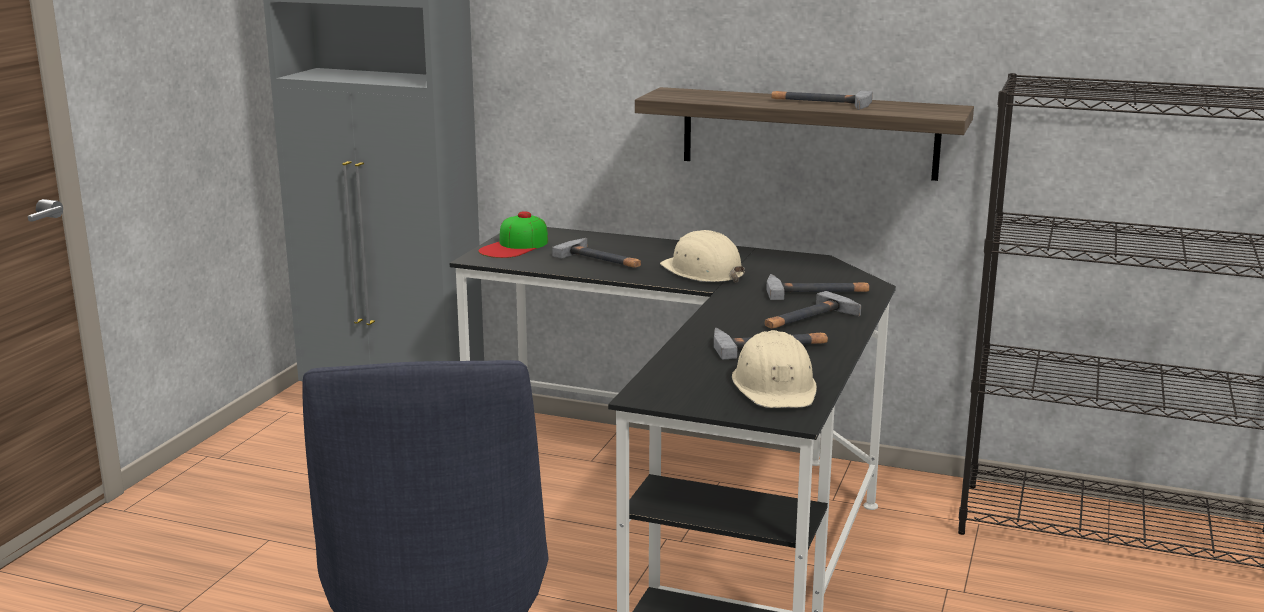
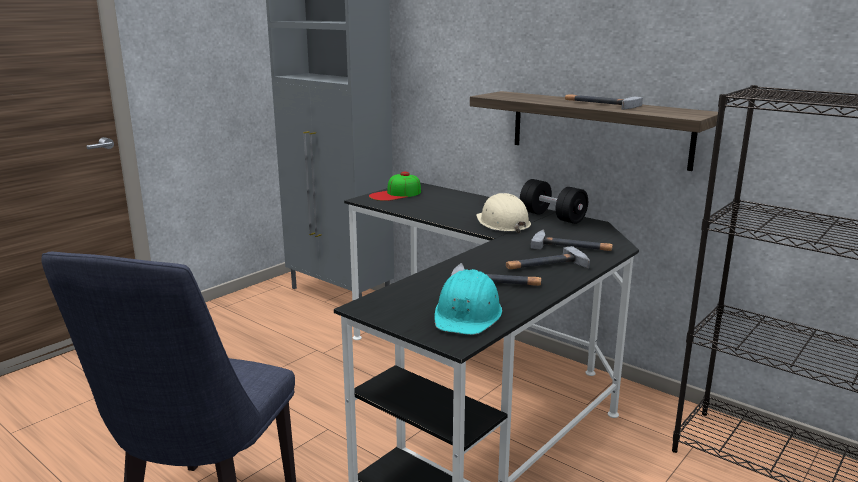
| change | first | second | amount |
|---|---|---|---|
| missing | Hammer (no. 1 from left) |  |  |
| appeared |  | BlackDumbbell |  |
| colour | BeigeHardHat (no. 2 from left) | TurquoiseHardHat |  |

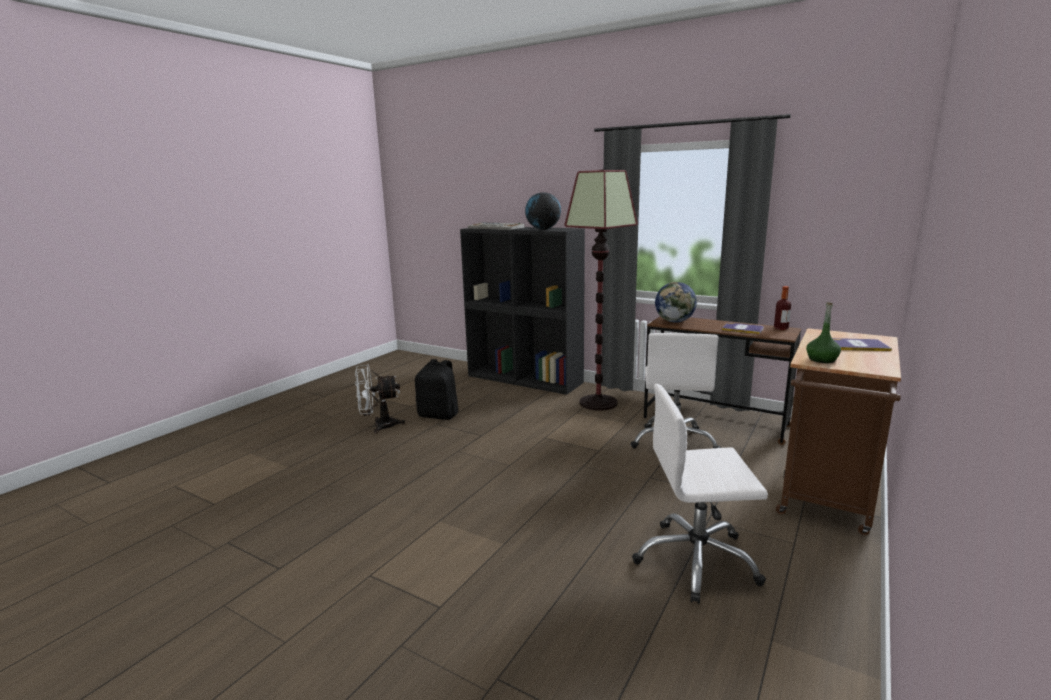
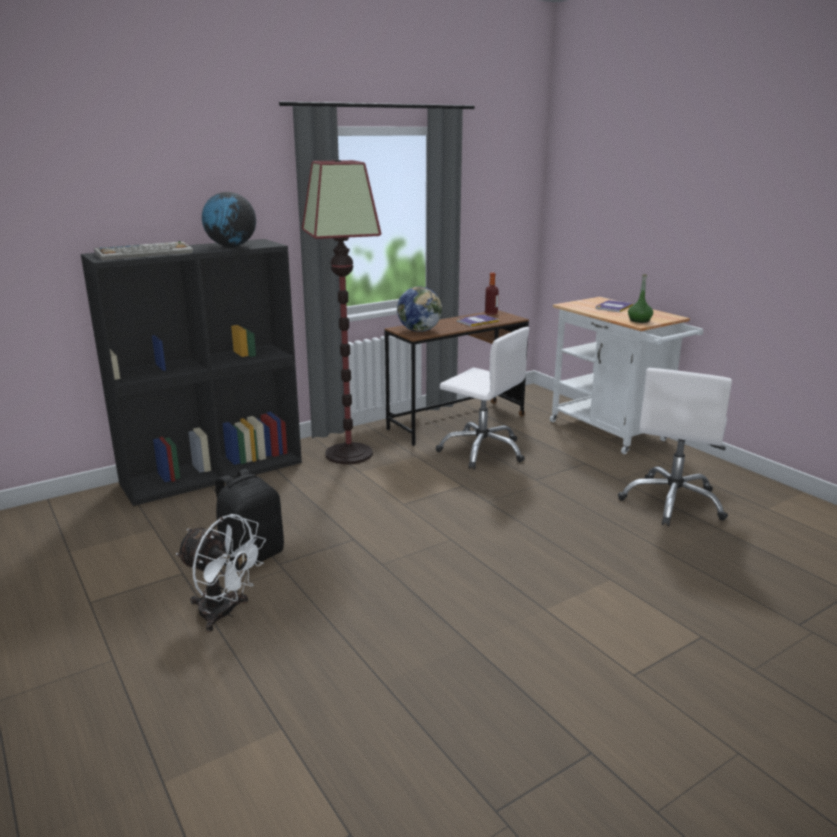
| change | first | second | amount |
|---|---|---|---|
| colour | BrownCart | WhiteCart |  |
| spun | WhiteFan |  | 75 degrees counterclockwise |

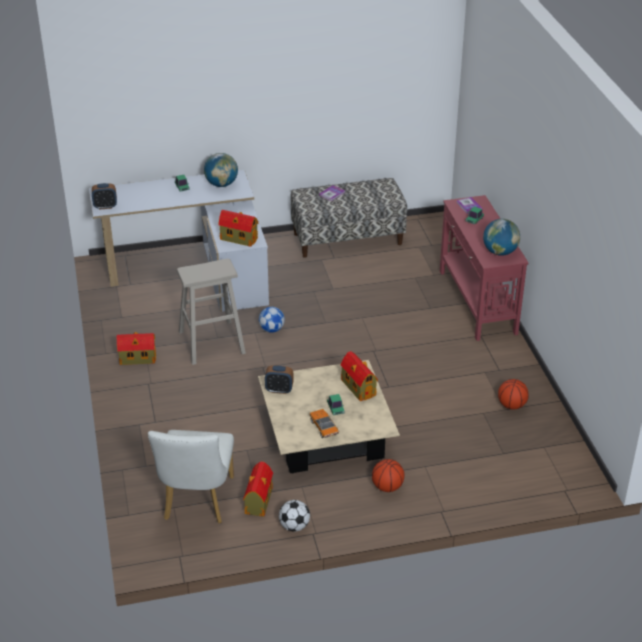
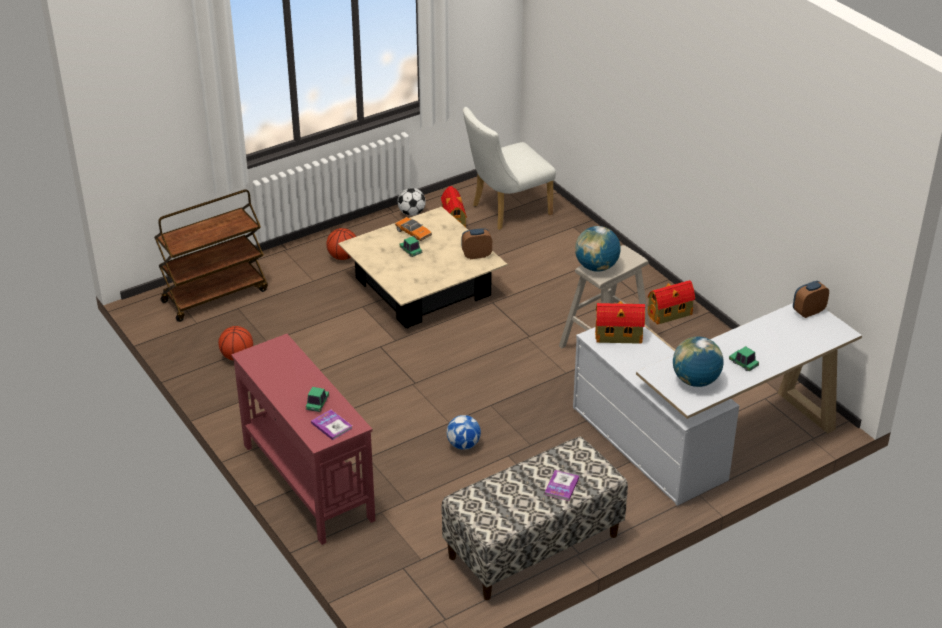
| change | first | second | amount |
|---|---|---|---|
| missing | ToyHouse (no. 4 from left) |  |  |
| appeared |  | BrownCart |  |
| relocated | Football (no. 1 from left in the first image) | Football (no. 2 from left) |  |
| relocated | Globe (no. 2 from left in the first image) | Globe (no. 1 from left) |  |
| spun | WhiteChair |  | 105 degrees counterclockwise |

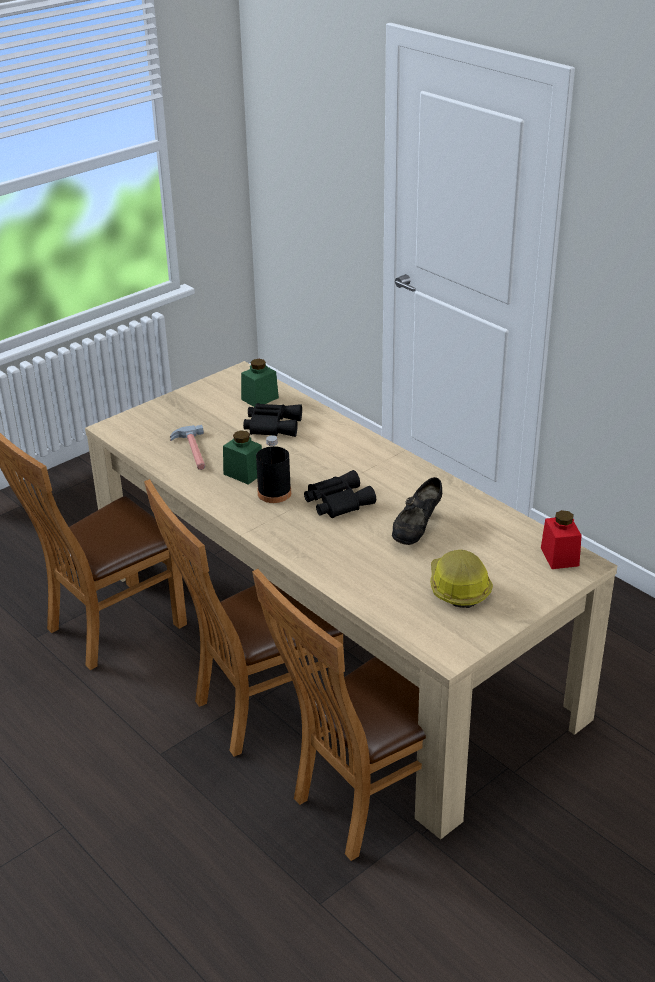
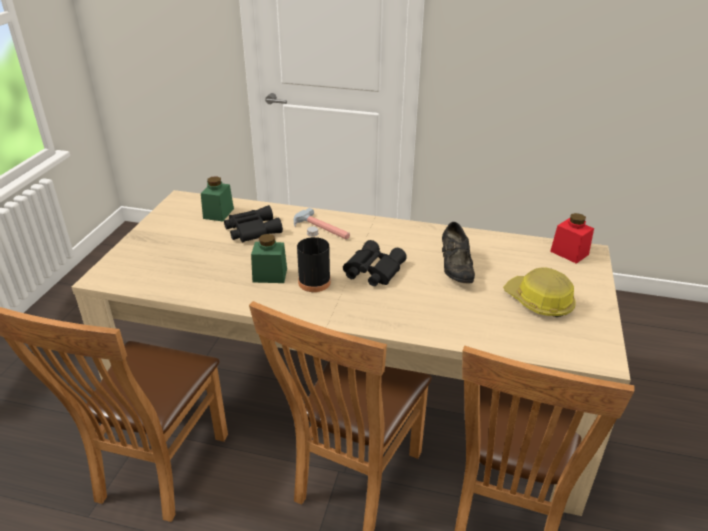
| change | first | second | amount |
|---|---|---|---|
| relocated | Hammer |  |  |

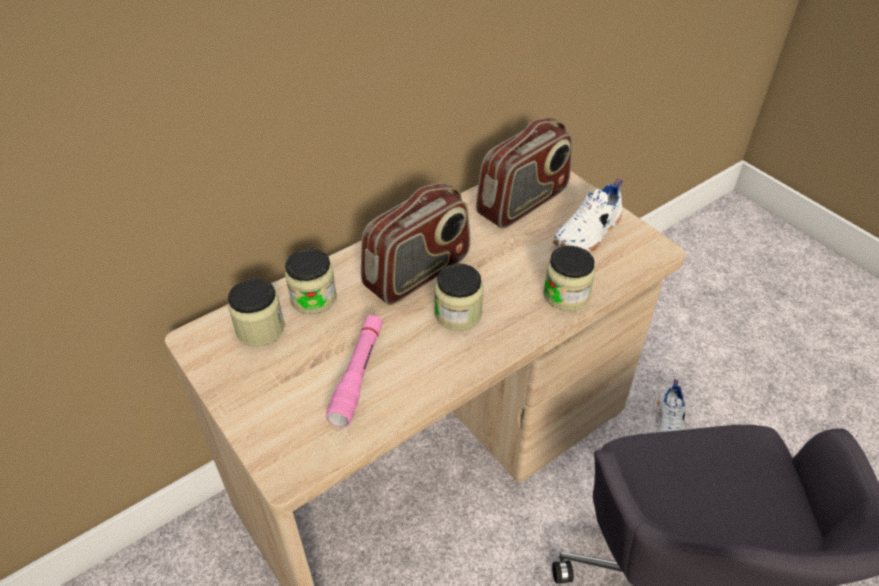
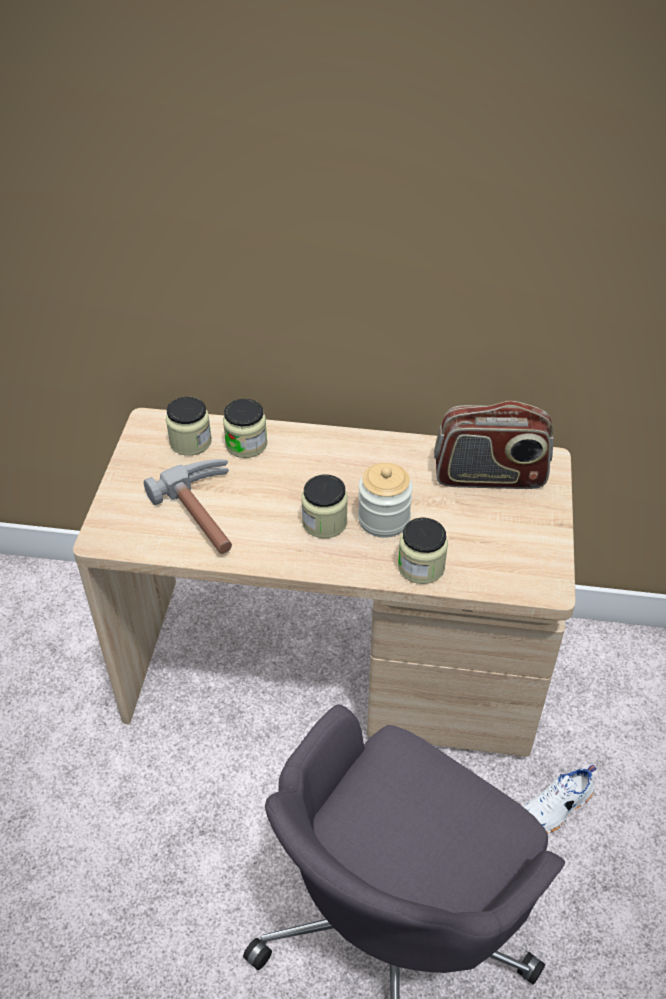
| change | first | second | amount |
|---|---|---|---|
| missing | Radio (no. 1 from left) |  |  |
| missing | WhiteShoe (no. 1 from left) |  |  |
| appeared |  | Jar (no. 4 from left) |  |
| exchanged | PinkFlashlight | Hammer |  |

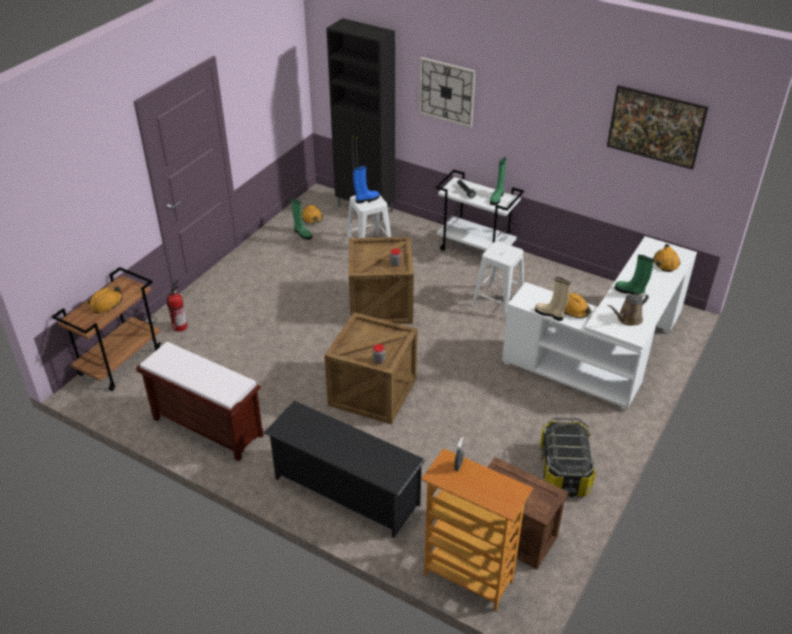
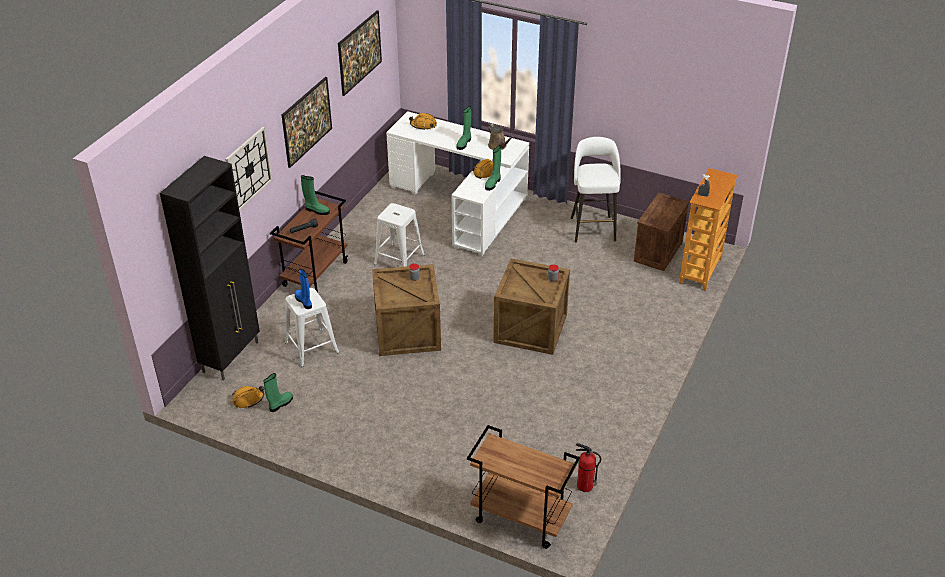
| change | first | second | amount |
|---|---|---|---|
| missing | OrangeHardHat (no. 1 from left) |  |  |
| missing | BrownBench |  |  |
| missing | BlackShoeRack |  |  |
| appeared |  | Picture (no. 1 from left) |  |
| relocated | FireExtinguisher |  |  |
| exchanged | StorageBox | WhiteStool (no. 3 from left) |  |
| colour | WhiteCart | BrownCart (no. 1 from left) |  |
| colour | BeigeBoot | GreenBoot (no. 4 from left) |  |

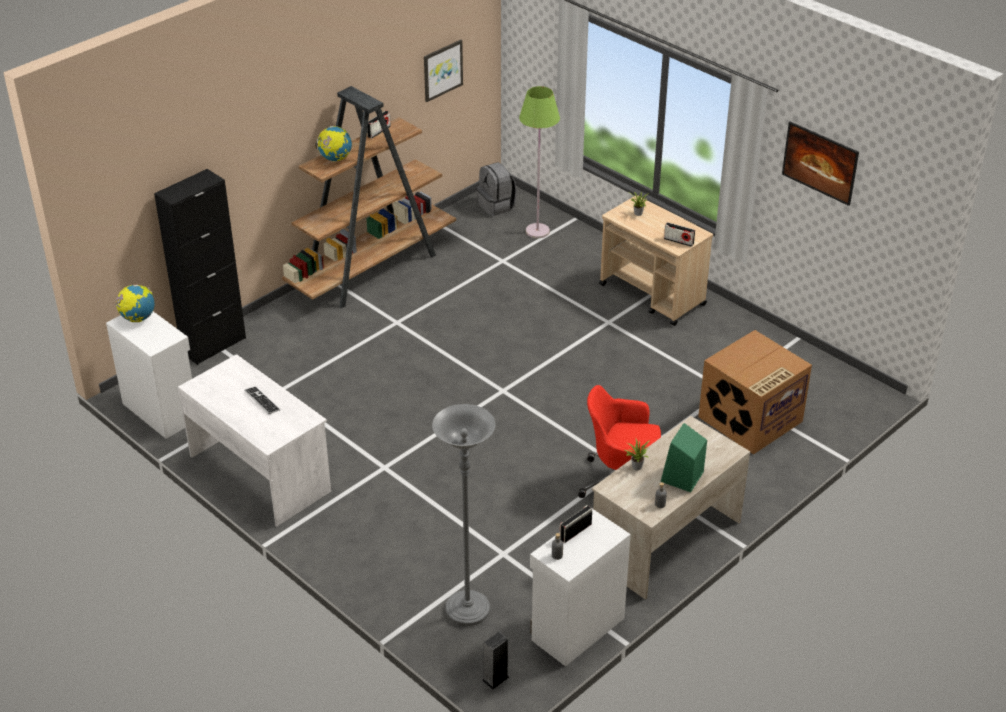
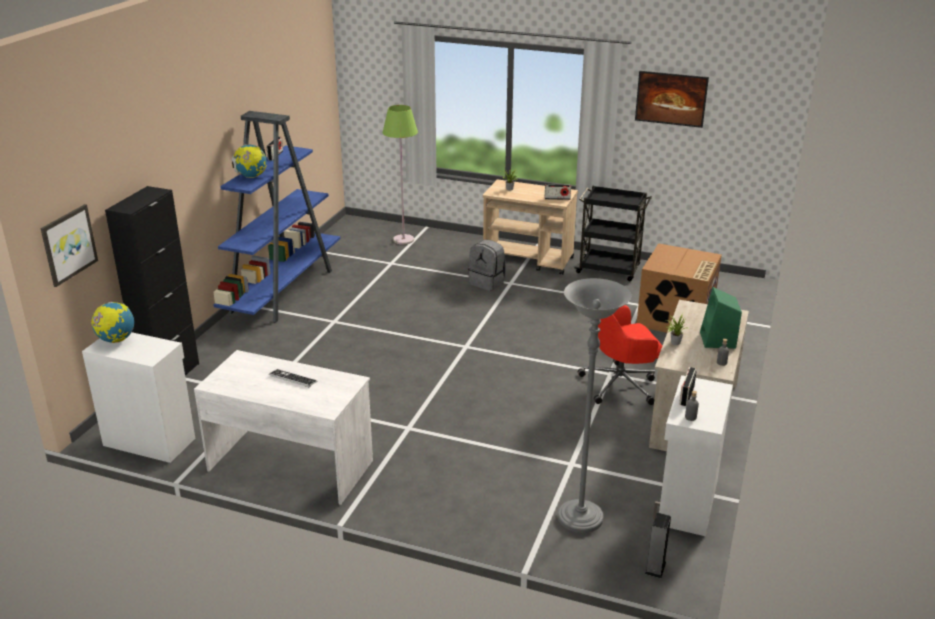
| change | first | second | amount |
|---|---|---|---|
| appeared |  | BlackCart |  |
| relocated | Picture (no. 1 from left) |  |  |
| relocated | GreyBackpack |  |  |
| colour | BrownBookcase | BlueBookcase |  |

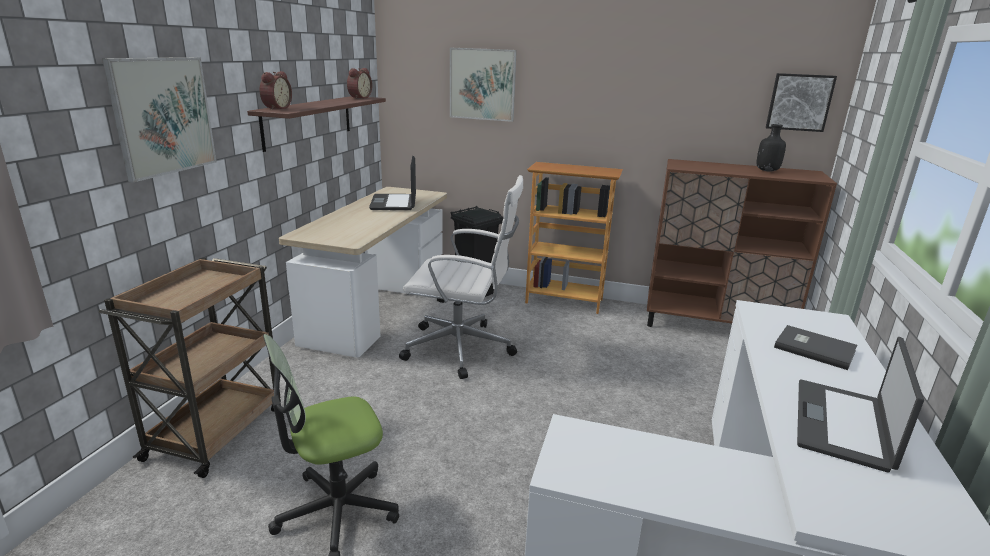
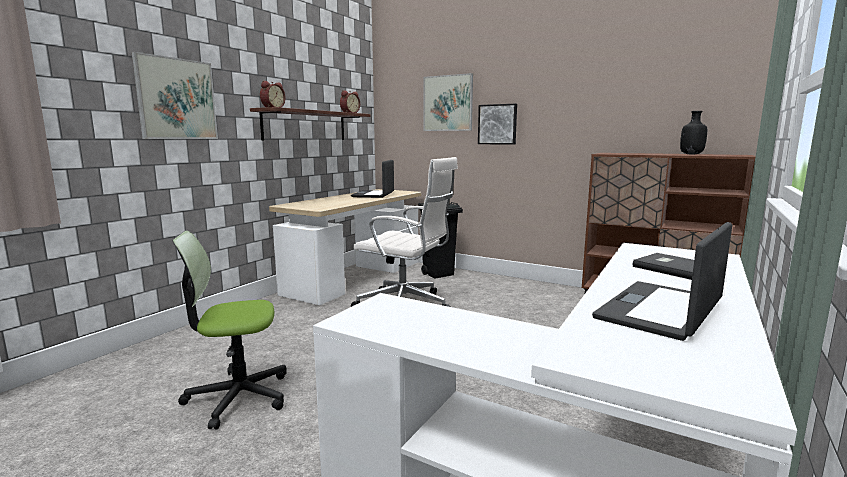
| change | first | second | amount |
|---|---|---|---|
| missing | BrownCart |  |  |
| missing | Bookcase |  |  |
| relocated | Picture (no. 3 from left) |  |  |

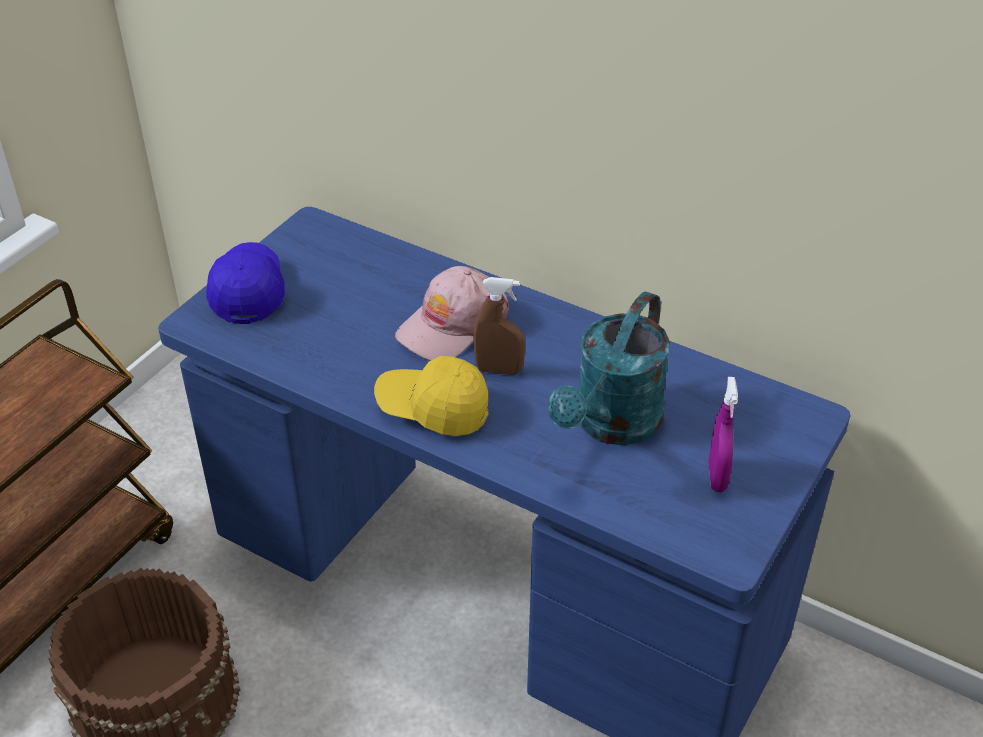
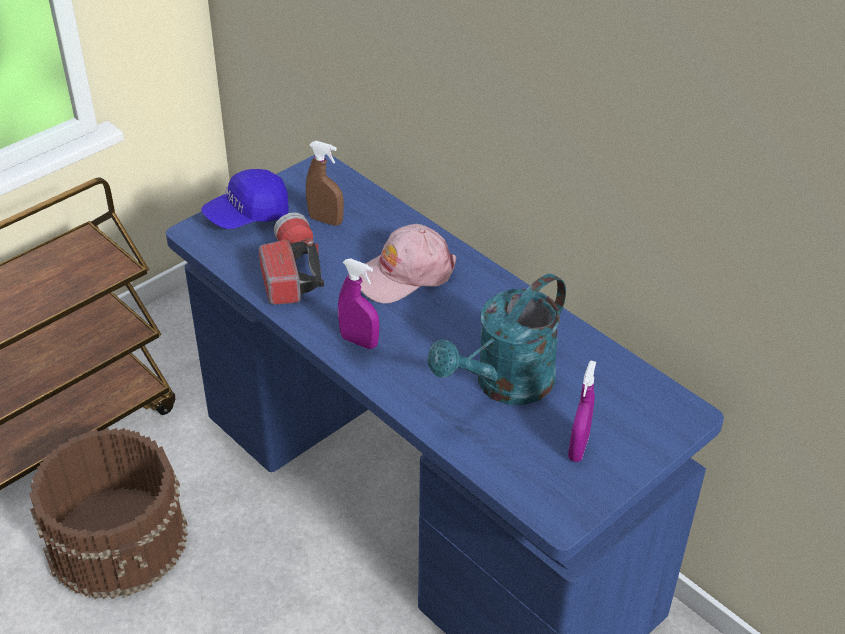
| change | first | second | amount |
|---|---|---|---|
| appeared |  | Flashlight |  |
| relocated | BrownSprayBottle |  |  |
| exchanged | YellowCap | PurpleSprayBottle (no. 1 from left) |  |
| spun | BlueCap |  | 135 degrees counterclockwise |

